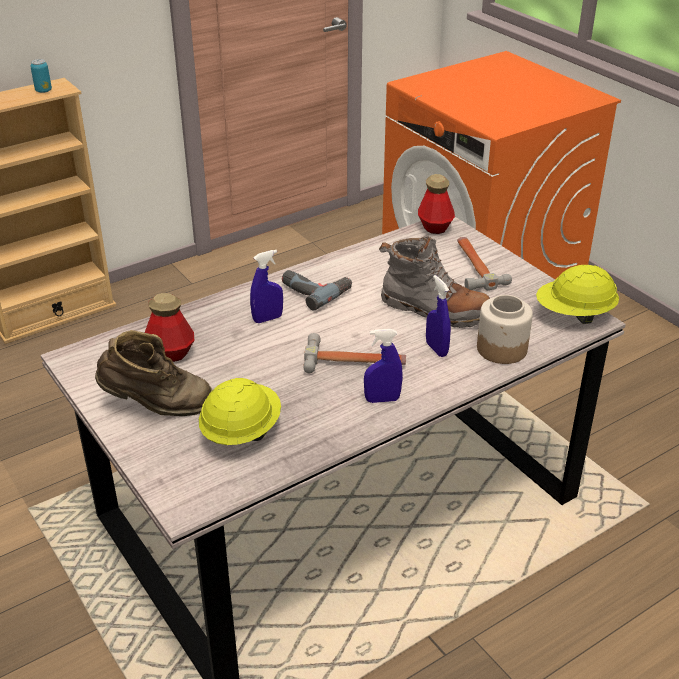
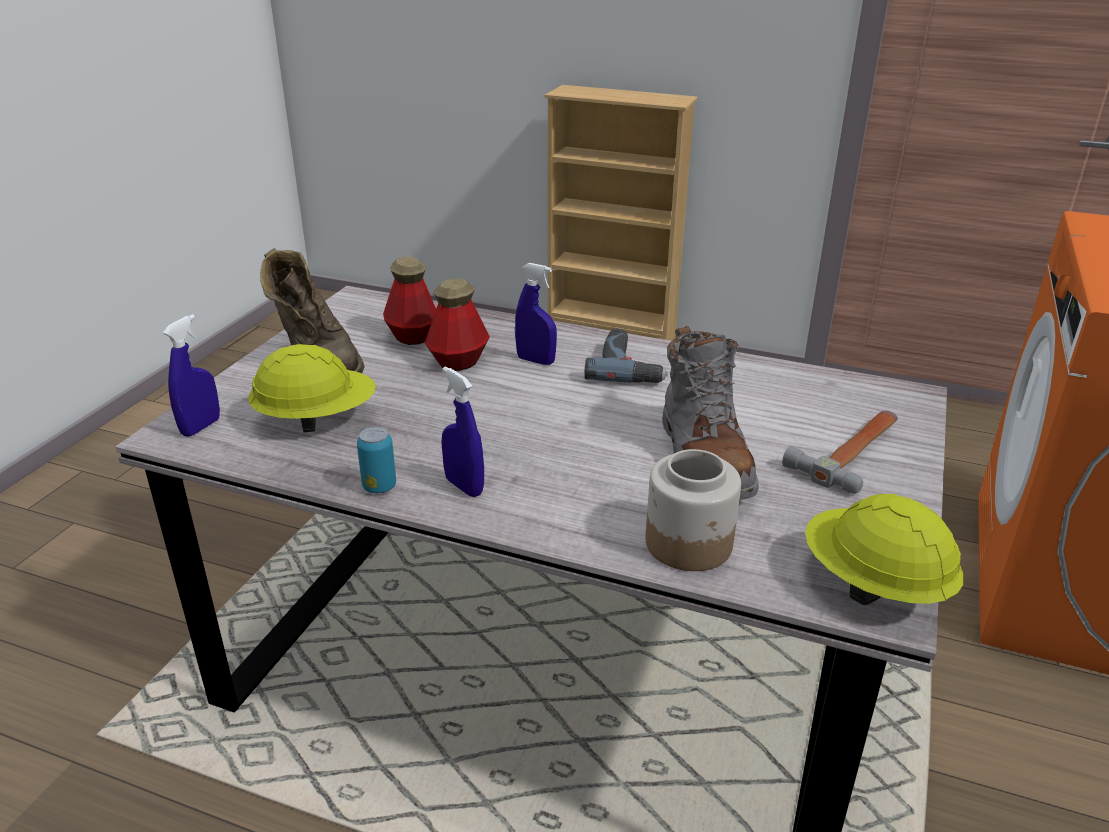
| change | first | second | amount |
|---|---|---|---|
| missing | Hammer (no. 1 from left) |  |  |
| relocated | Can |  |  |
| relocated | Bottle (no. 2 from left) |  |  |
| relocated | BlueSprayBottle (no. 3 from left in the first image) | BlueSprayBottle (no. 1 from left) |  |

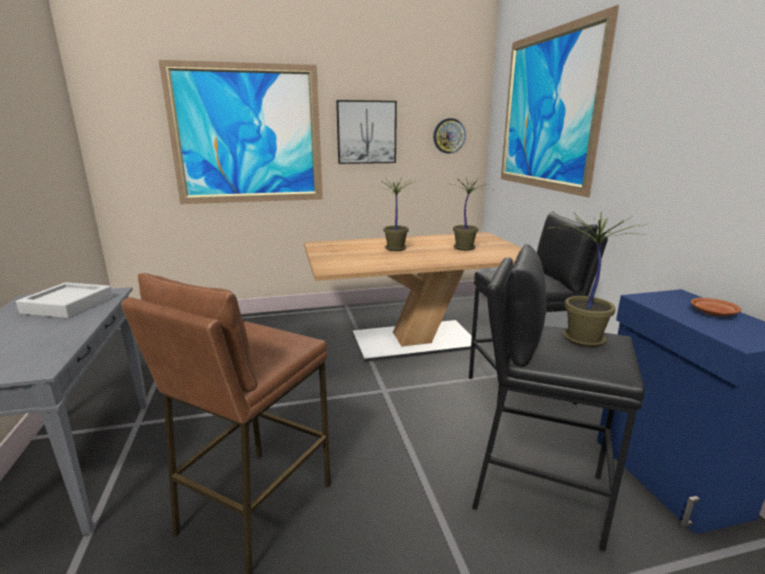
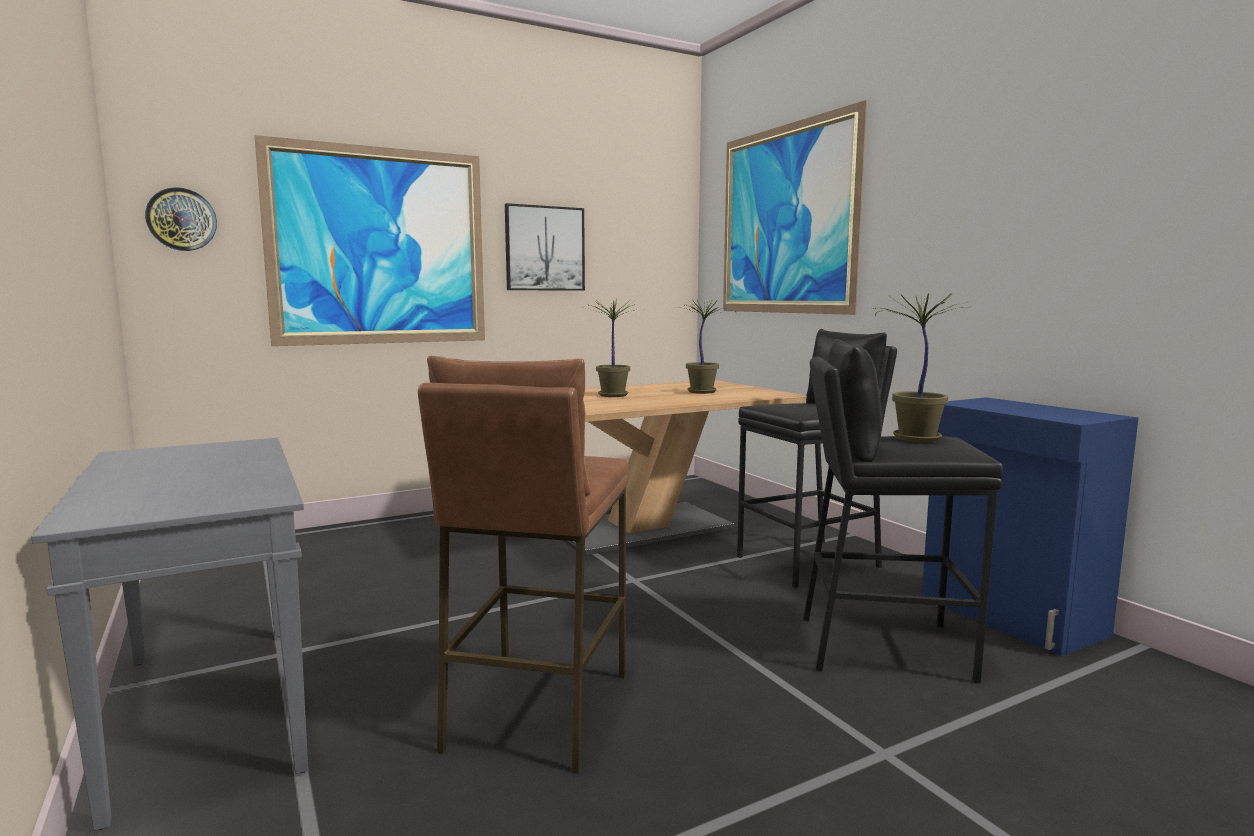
| change | first | second | amount |
|---|---|---|---|
| missing | GreyTray |  |  |
| missing | BrownPlate |  |  |
| relocated | WallClock |  |  |

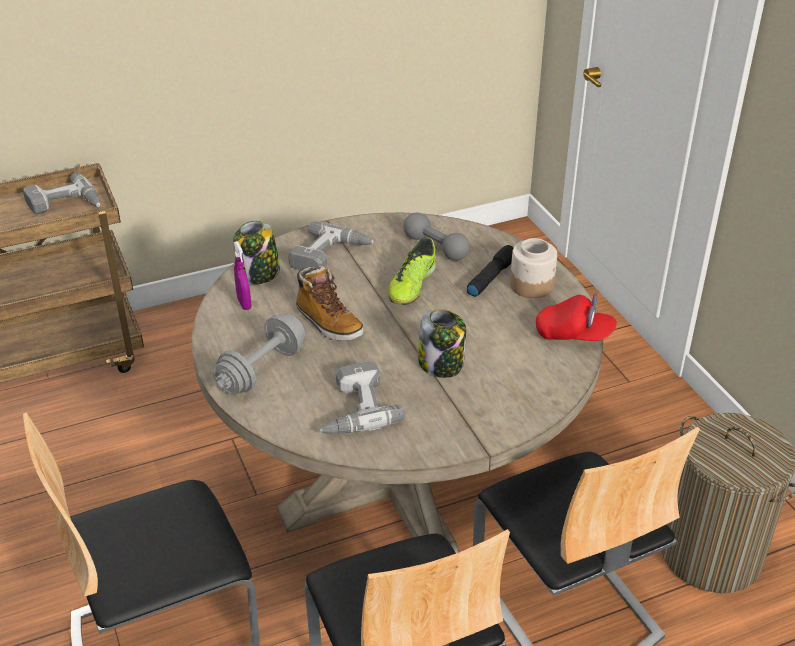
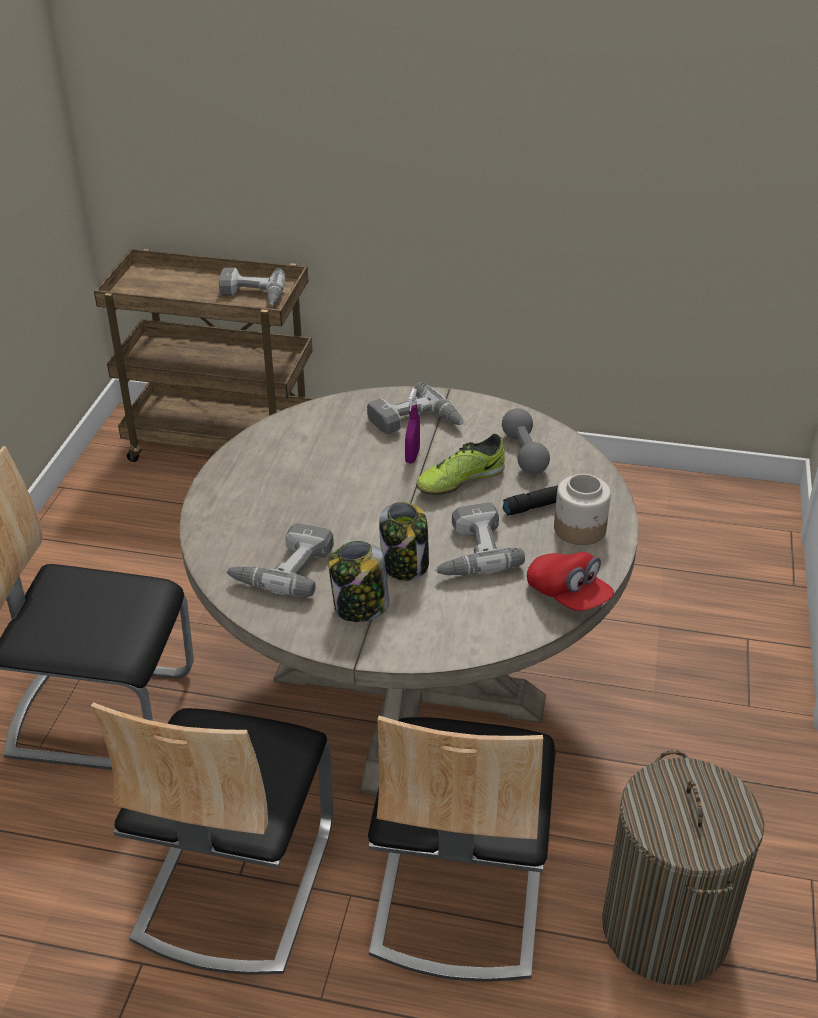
| change | first | second | amount |
|---|---|---|---|
| missing | GreyDumbbell (no. 1 from left) |  |  |
| missing | Boot |  |  |
| appeared |  | PowerDrill (no. 4 from left) |  |
| relocated | Jar (no. 1 from left) |  |  |
| relocated | PurpleSprayBottle |  |  |

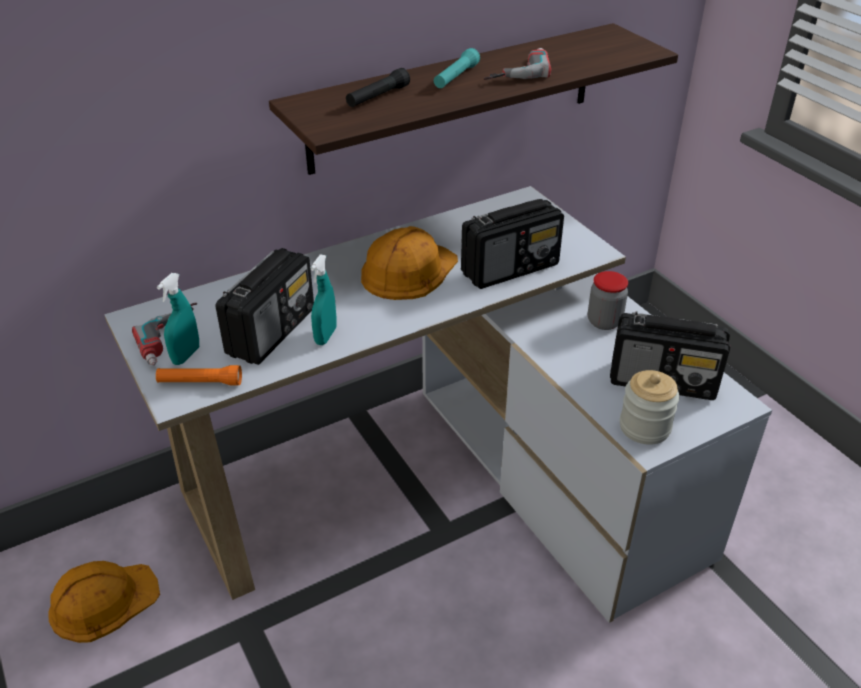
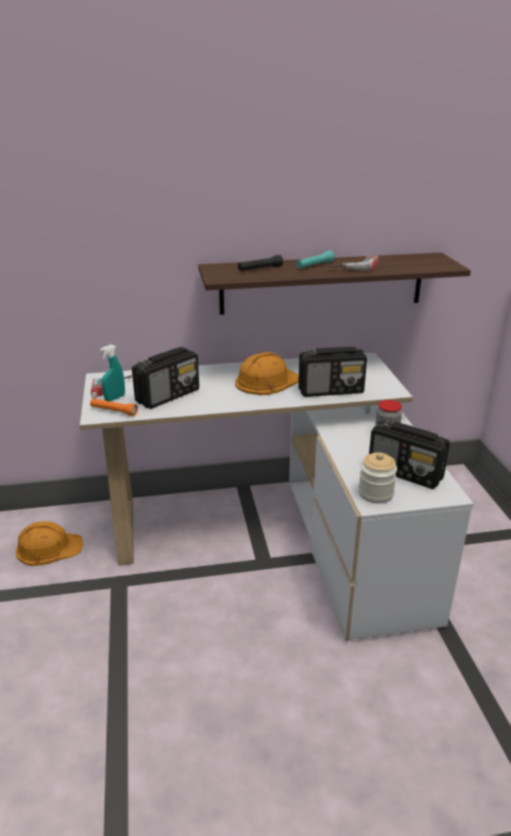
| change | first | second | amount |
|---|---|---|---|
| missing | TurquoiseSprayBottle (no. 2 from left) |  |  |

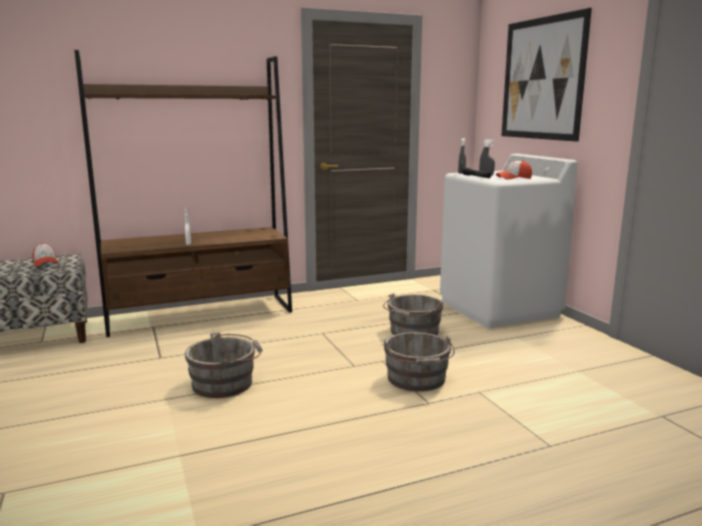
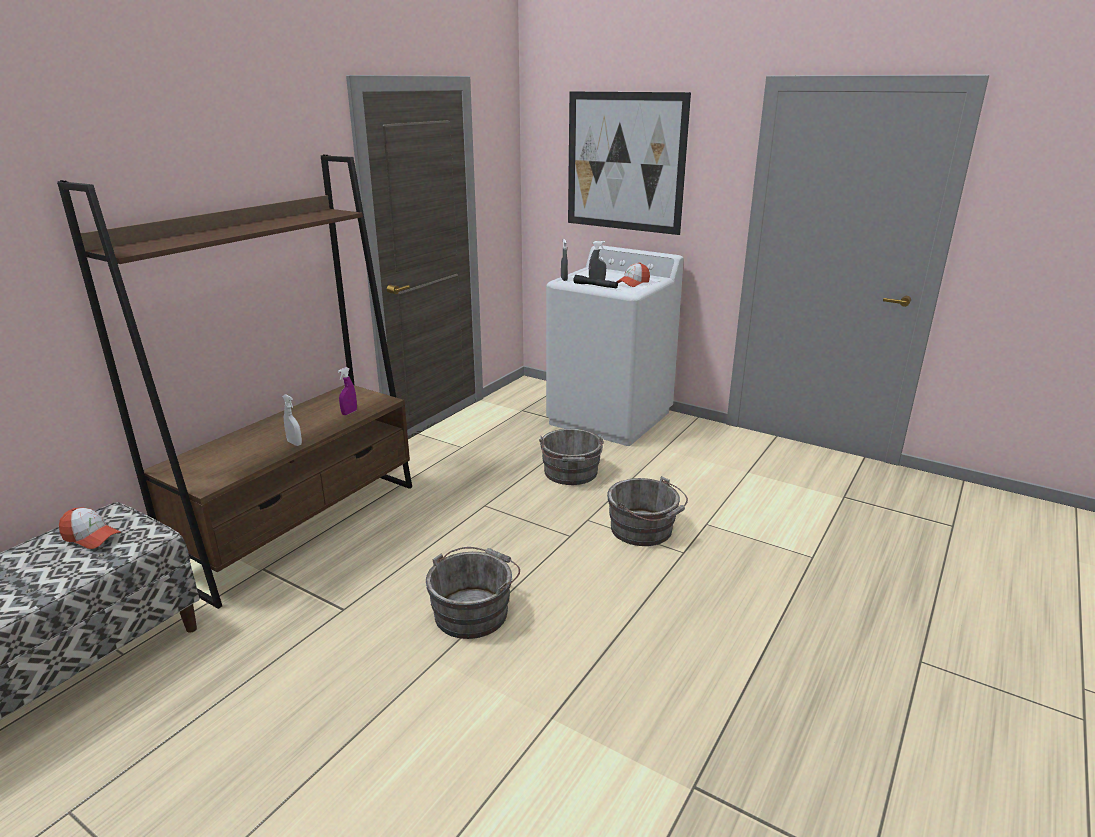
| change | first | second | amount |
|---|---|---|---|
| appeared |  | PurpleSprayBottle |  |

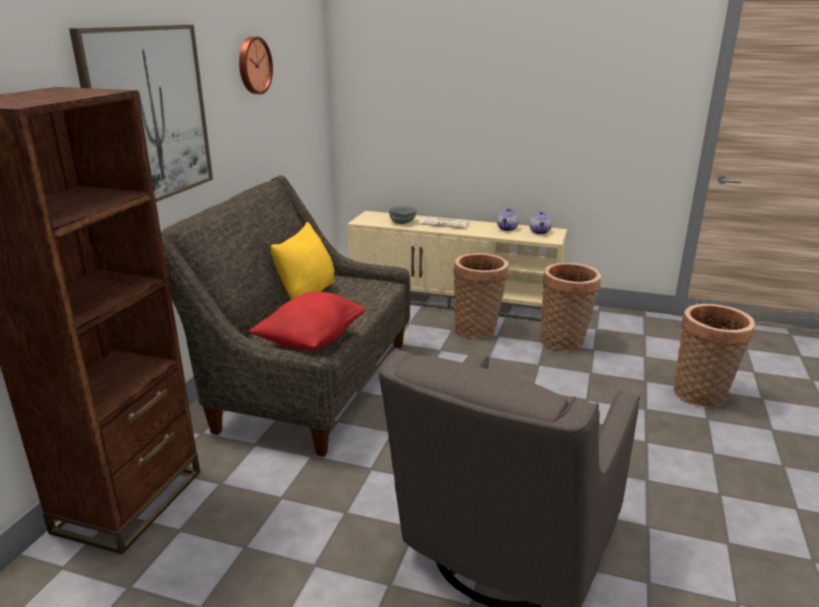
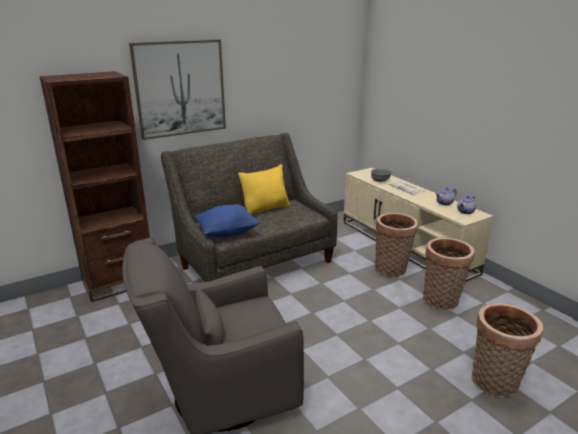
| change | first | second | amount |
|---|---|---|---|
| missing | WallClock |  |  |
| colour | RedPillow | BluePillow |  |

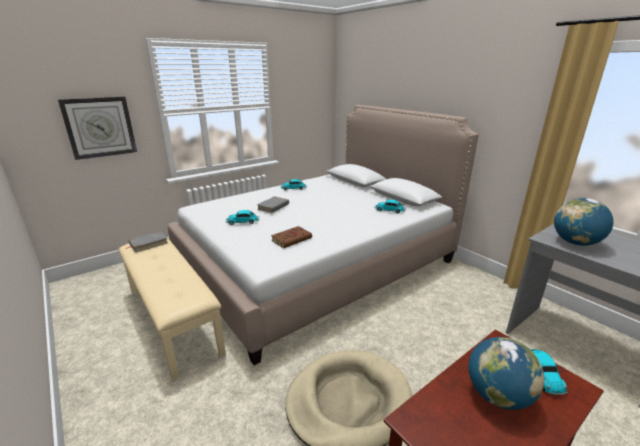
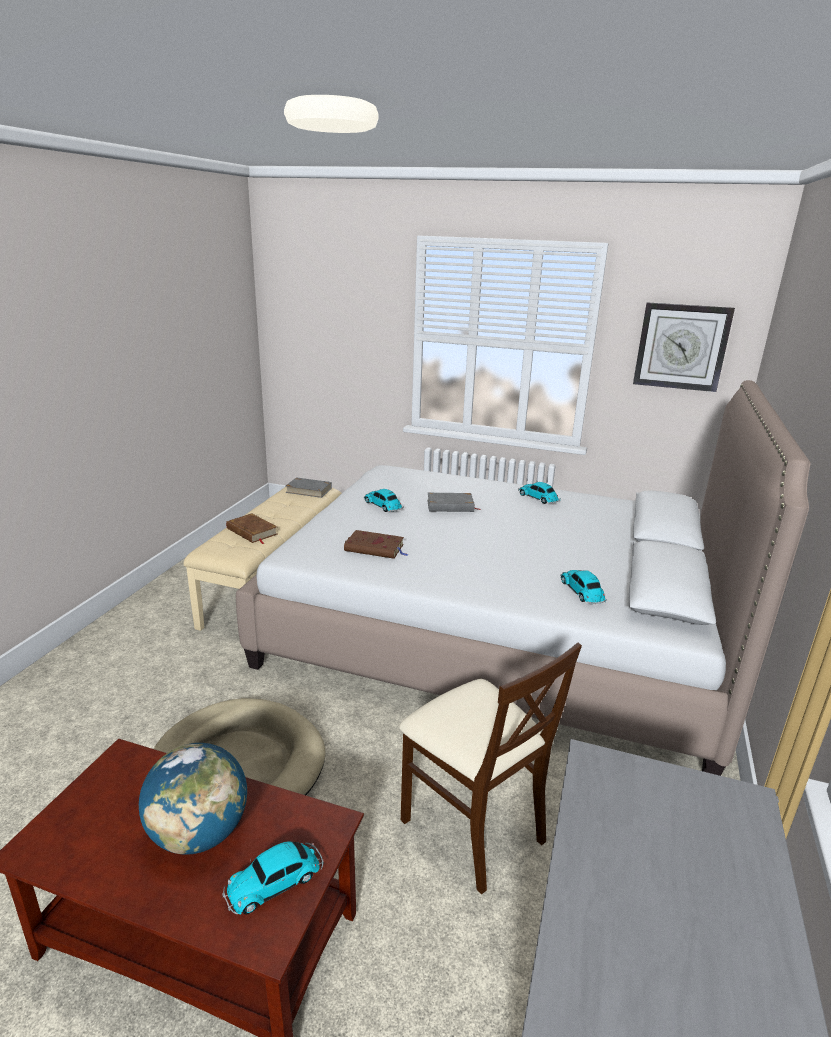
| change | first | second | amount |
|---|---|---|---|
| missing | Globe (no. 2 from left) |  |  |
| appeared |  | BrownBook (no. 1 from left) |  |
| appeared |  | BeigeChair |  |
| relocated | WallClock |  |  |

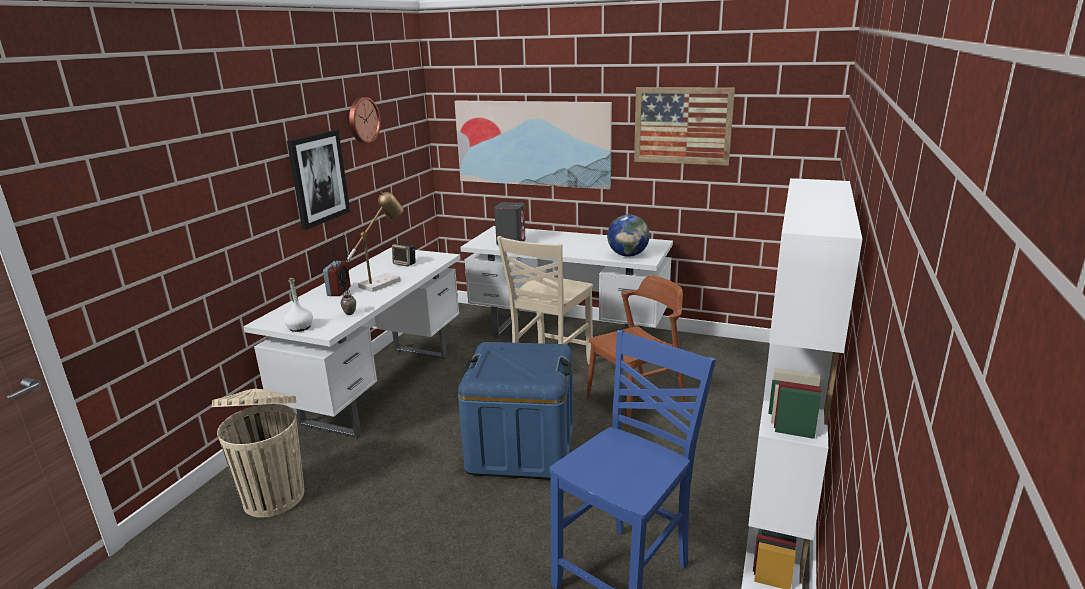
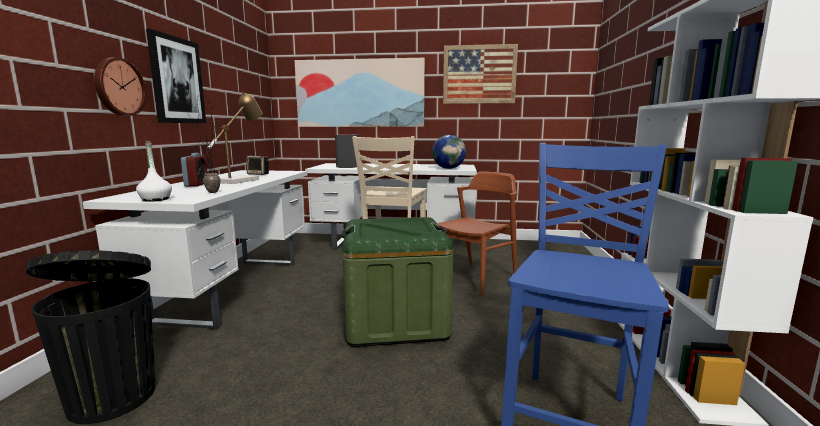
| change | first | second | amount |
|---|---|---|---|
| relocated | WallClock |  |  |
| colour | BeigeTrashCan | BlackTrashCan |  |
| colour | BlueStorageBox | GreenStorageBox |  |

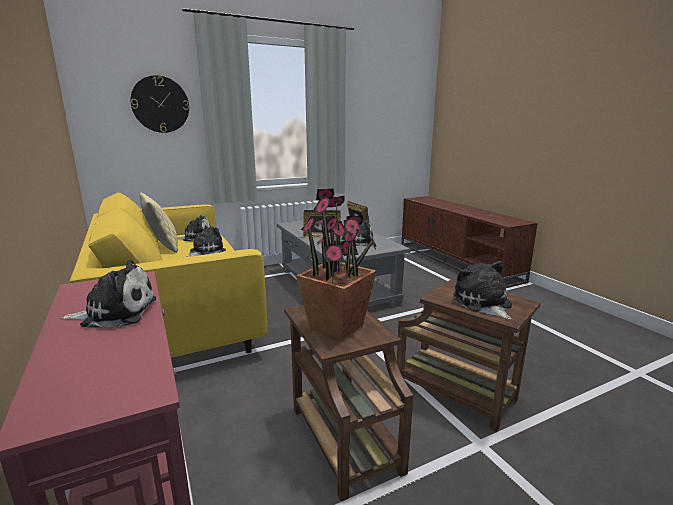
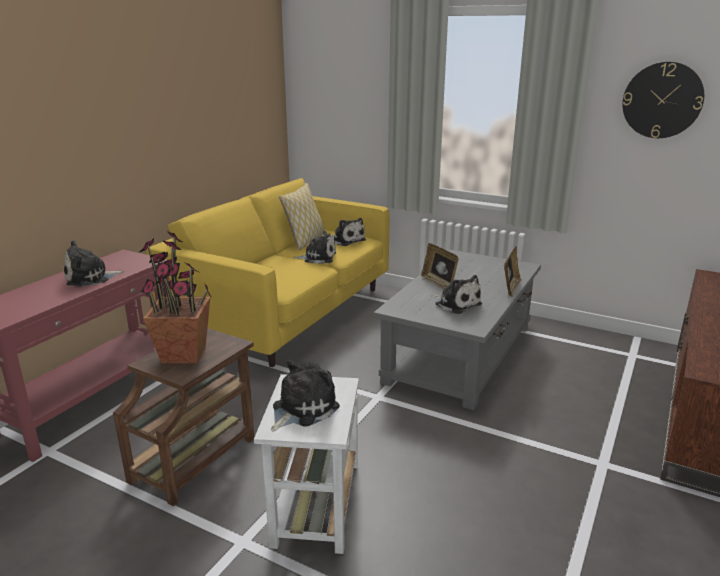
| change | first | second | amount |
|---|---|---|---|
| relocated | WallClock |  |  |
| colour | BrownSideTable (no. 2 from left) | WhiteSideTable |  |
| spun | PlushToy (no. 1 from left) |  | 105 degrees clockwise |

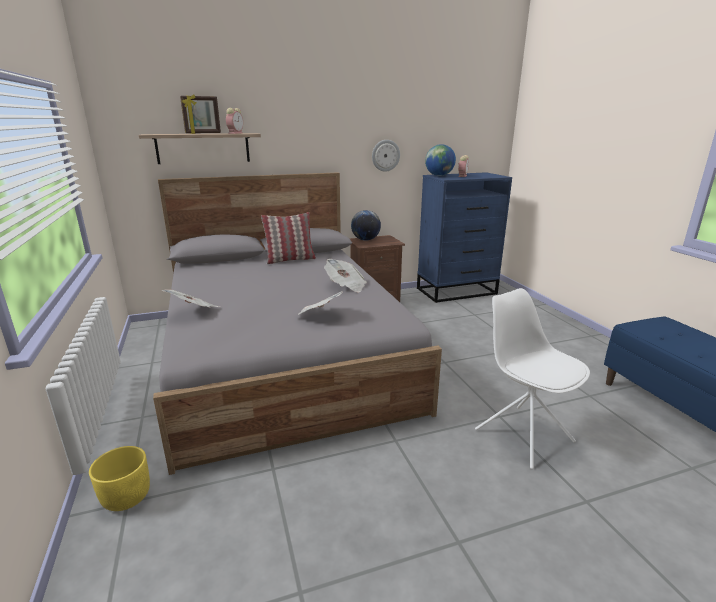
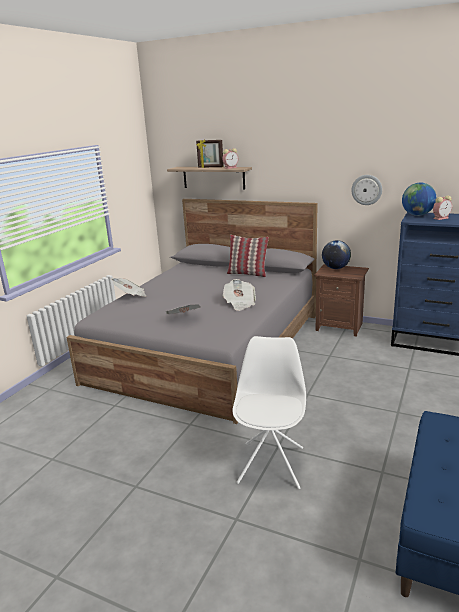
| change | first | second | amount |
|---|---|---|---|
| missing | YellowPlanter |  |  |

